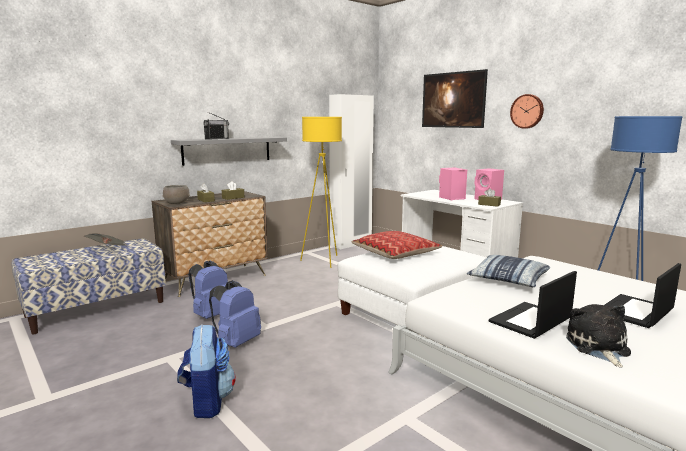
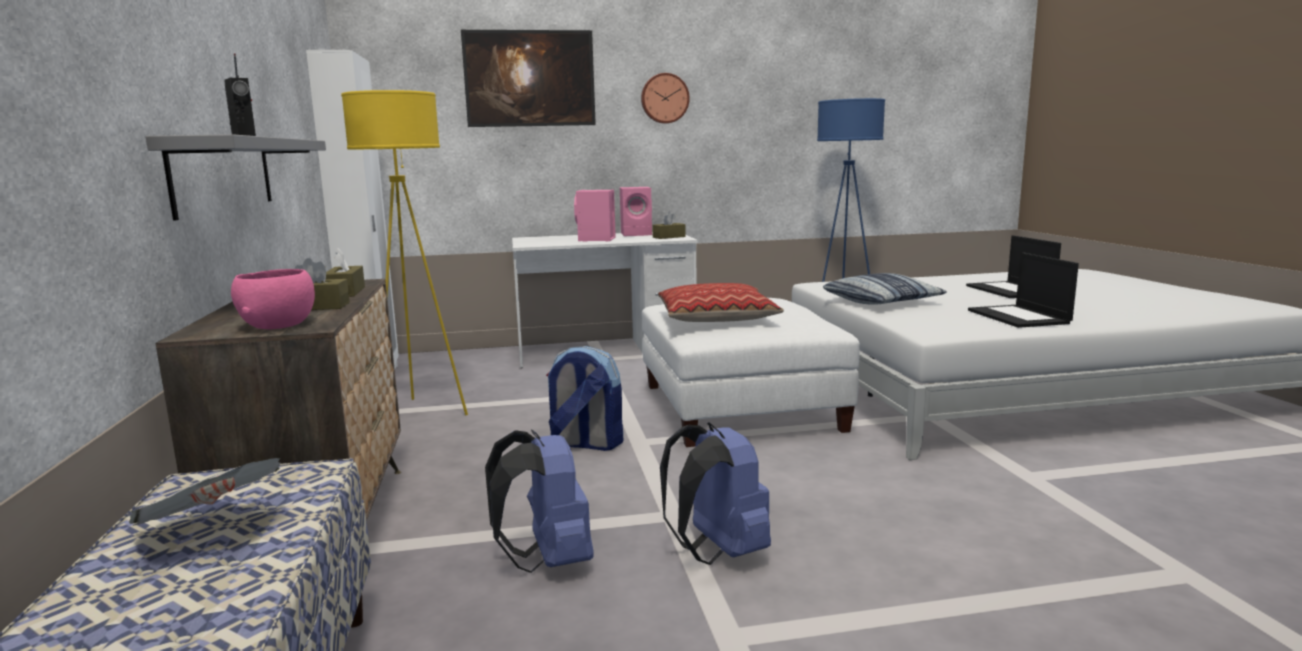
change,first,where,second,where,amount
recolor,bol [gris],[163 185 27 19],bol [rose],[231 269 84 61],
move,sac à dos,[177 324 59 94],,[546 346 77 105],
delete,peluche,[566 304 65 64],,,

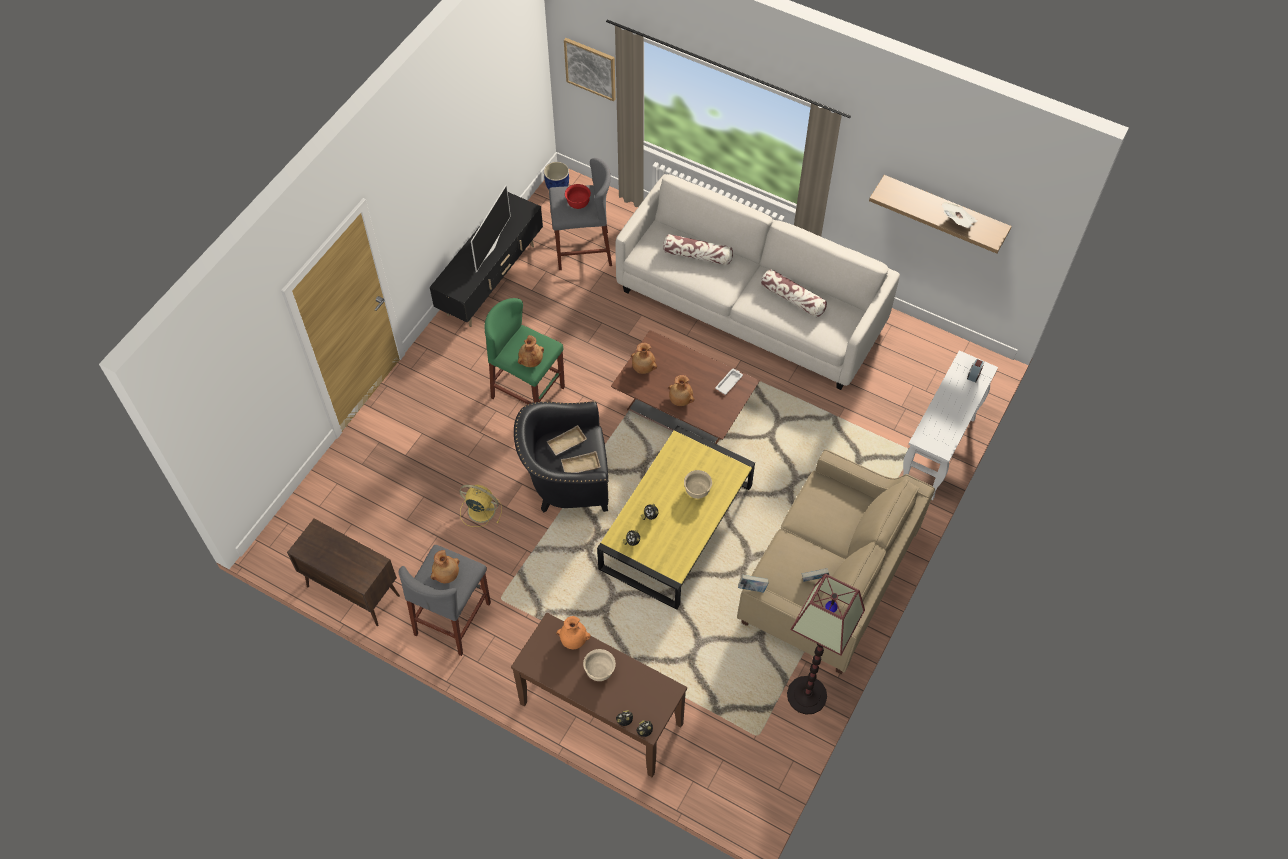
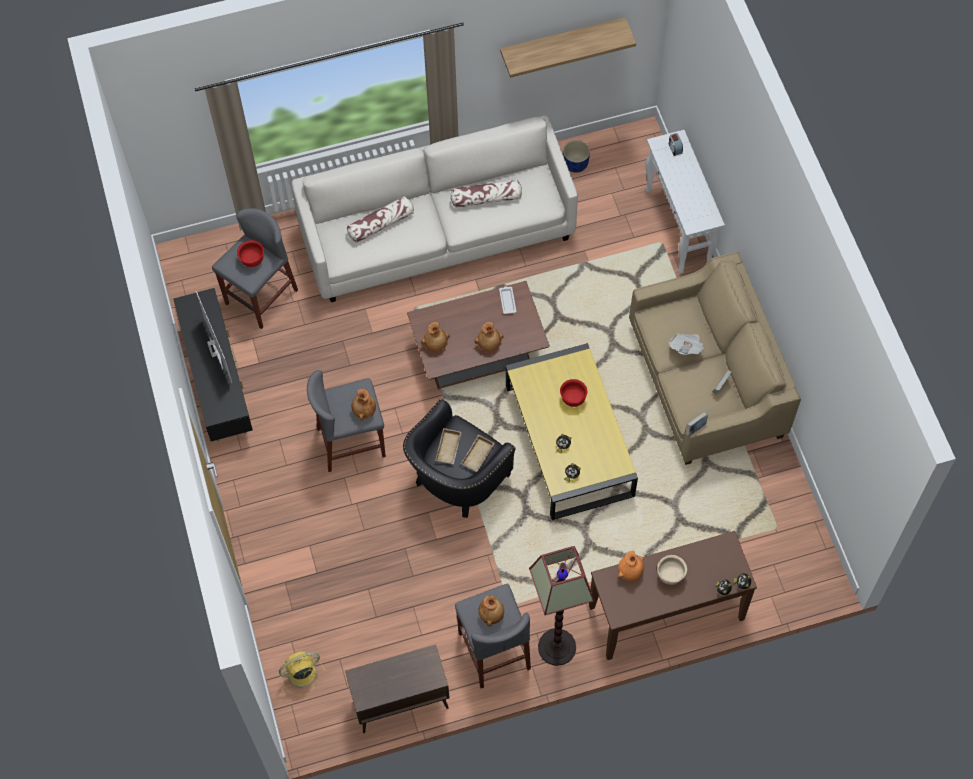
change,first,where,second,where,amount
move,ventilateur [jaune],[459 485 43 42],,[279 651 47 45],
recolor,tabouret [vert],[484 298 81 106],tabouret [gris],[307 370 79 102],
move,lampadaire,[787 574 78 140],,[529 546 66 120],
recolor,bol [beige],[684 470 28 29],bol [rouge],[560 379 27 28],
move,cache-pot [bleu],[544 162 25 27],,[563 140 27 33],
move,journal,[941 202 37 27],,[669 333 35 22],
delete,tableau,[564 38 52 63],,,

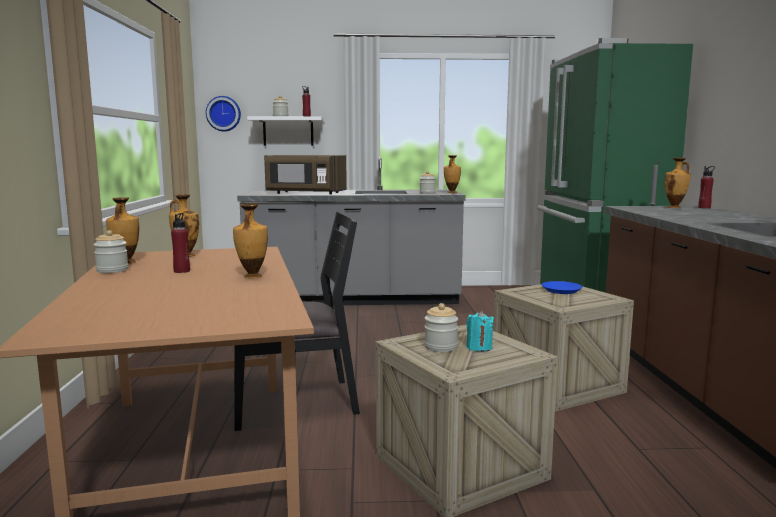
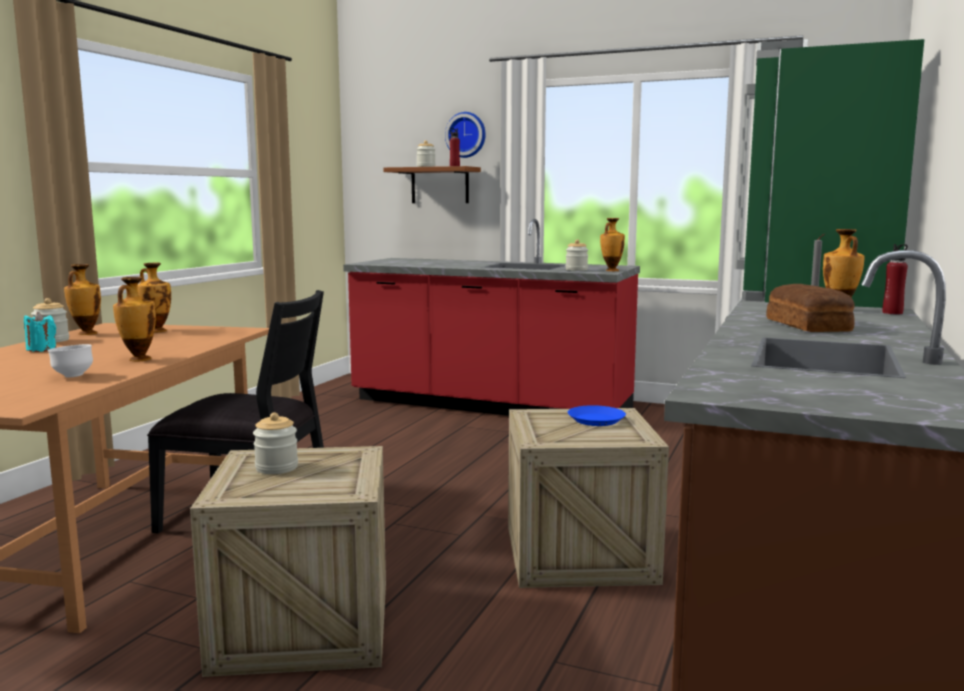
change,first,where,second,where,amount
move,bougie [turquoise],[466 311 28 41],,[24 312 32 40],
insert,,,bol [blanc],[48 344 45 34],
recolor,comptoir de cuisine [gris],[237 157 229 148],comptoir de cuisine [rouge],[343 219 297 197],
recolor,étagère [blanc],[247 116 76 30],étagère [marron],[383 166 98 37],
move,horloge murale,[206 96 35 35],,[445 112 41 46],
insert,,,pain,[766 284 89 48],
delete,bouteille [rouge],[171 213 19 60],,,
delete,micro-ondes [marron],[264 155 83 40],,,

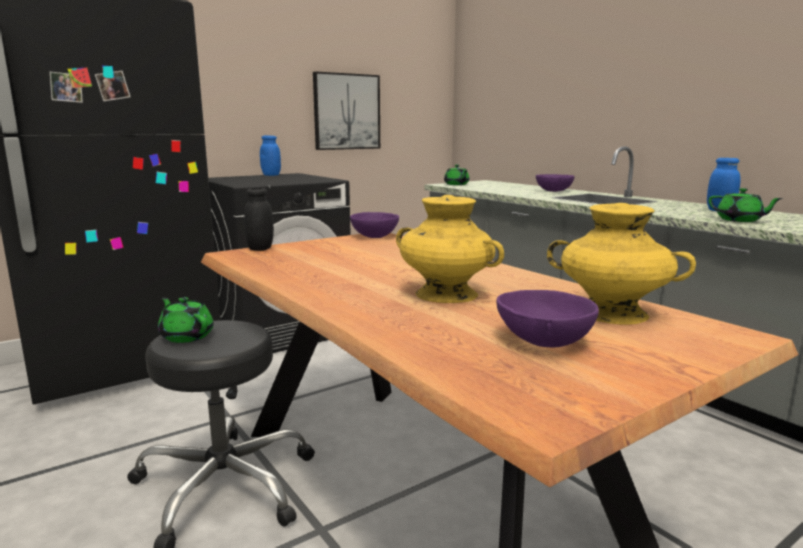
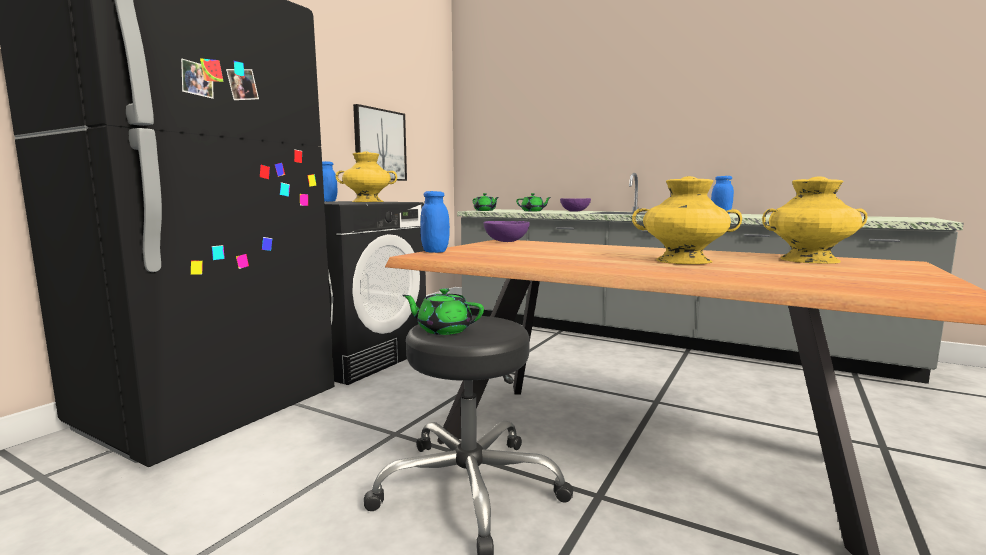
change,first,where,second,where,amount
insert,,,vase [jaune],[336 151 61 51],
recolor,bocal [noir],[245 188 29 63],bocal [bleu],[420 191 30 62],
move,théière [vert],[709 188 74 34],,[516 193 35 18],
delete,bol [violet],[496 290 103 58],,,

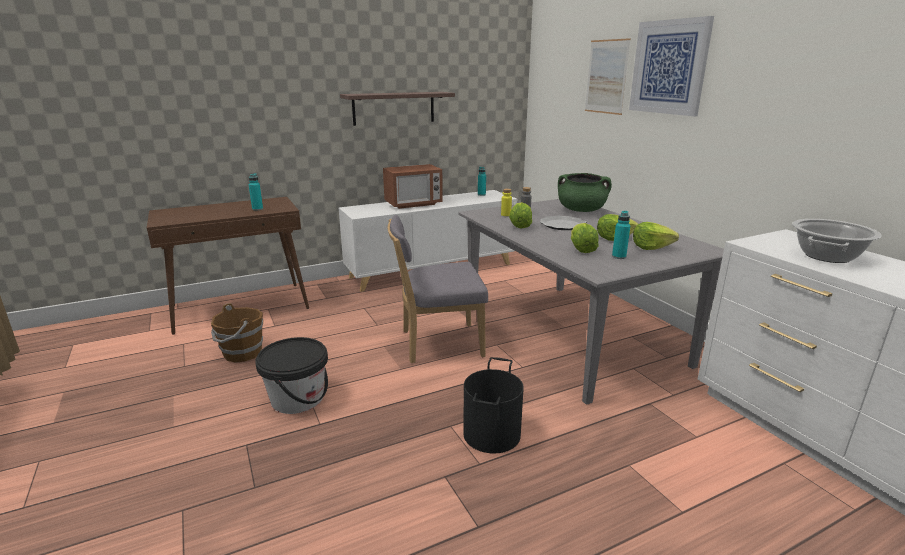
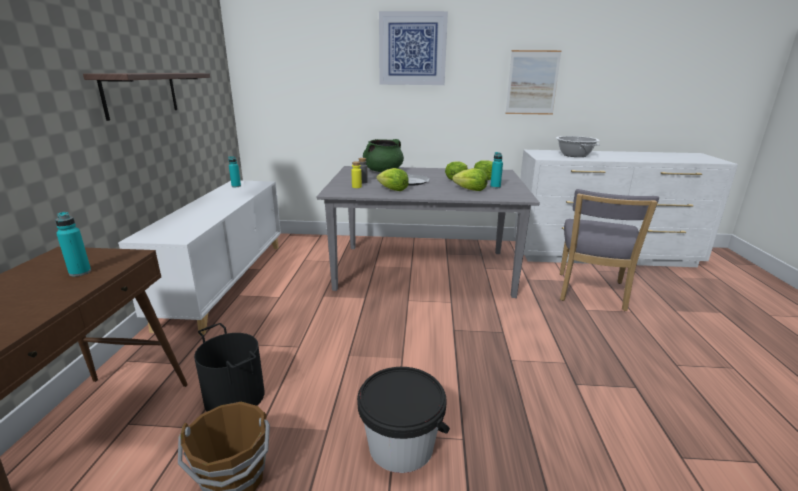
change,first,where,second,where,amount
move,seau [noir],[463 357 61 96],,[194 323 71 89],
move,tableau,[585 38 46 77],,[505 50 57 65],
move,chaise [gris],[388 215 100 148],,[560 189 99 122],
delete,micro-ondes,[383 164 60 45],,,

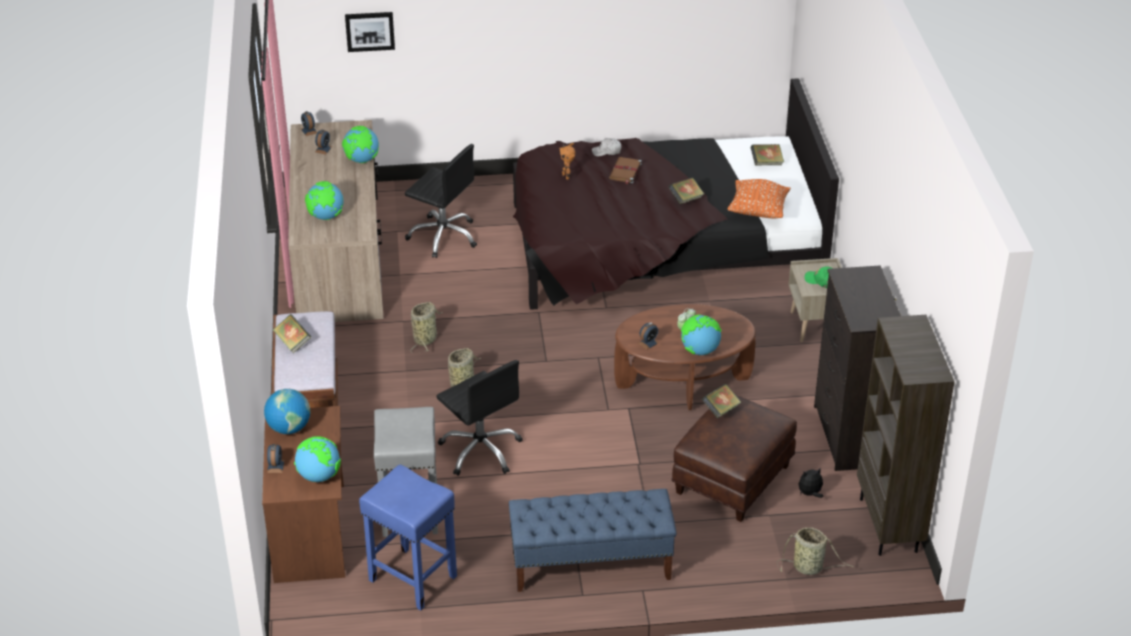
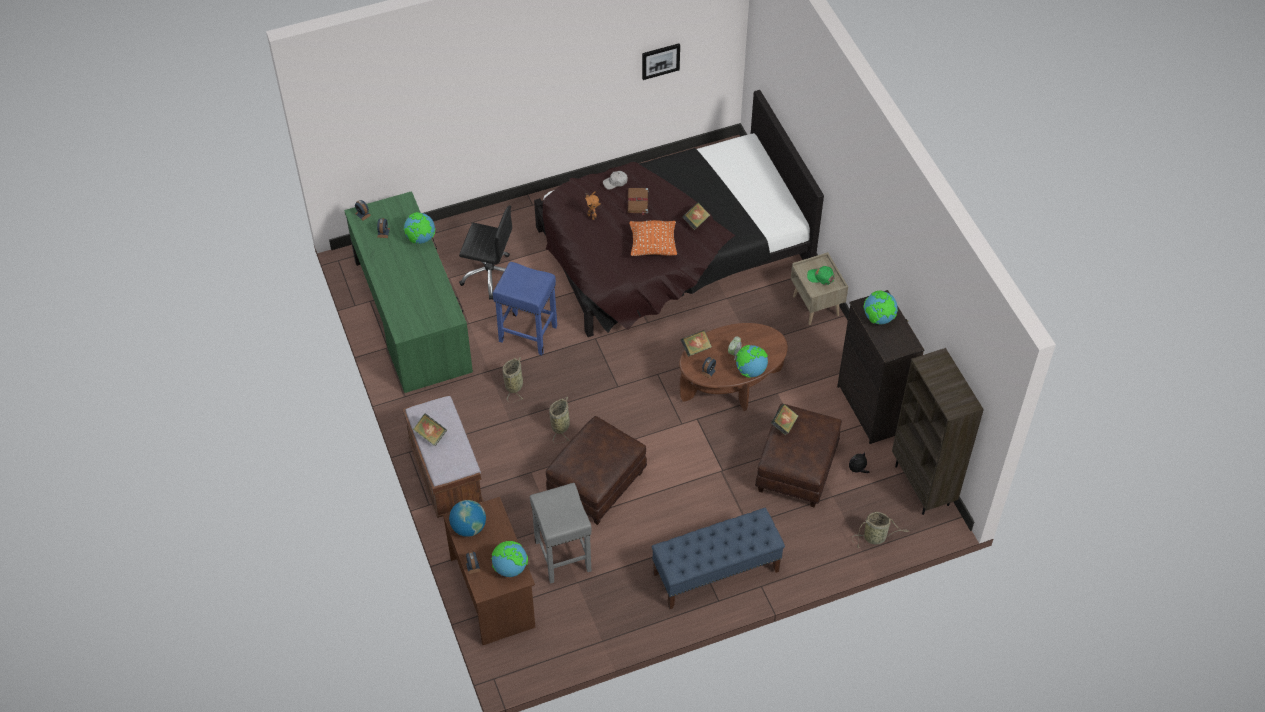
change,first,where,second,where,amount
recolor,bureau [marron],[288 120 96 202],bureau [vert],[344 191 129 202],
move,tabouret [bleu],[359 465 98 145],,[493 262 64 93],
replace,chaise de bureau [noir],[436 360 87 116],pouf [marron],[546 416 101 109],
move,coussin [orange],[727 179 64 39],,[629 220 48 36],
move,tableau,[345 12 50 40],,[642 43 38 37],
move,livre,[751 144 33 21],,[681 330 31 27],
move,globe,[305 181 39 39],,[863 290 35 34],

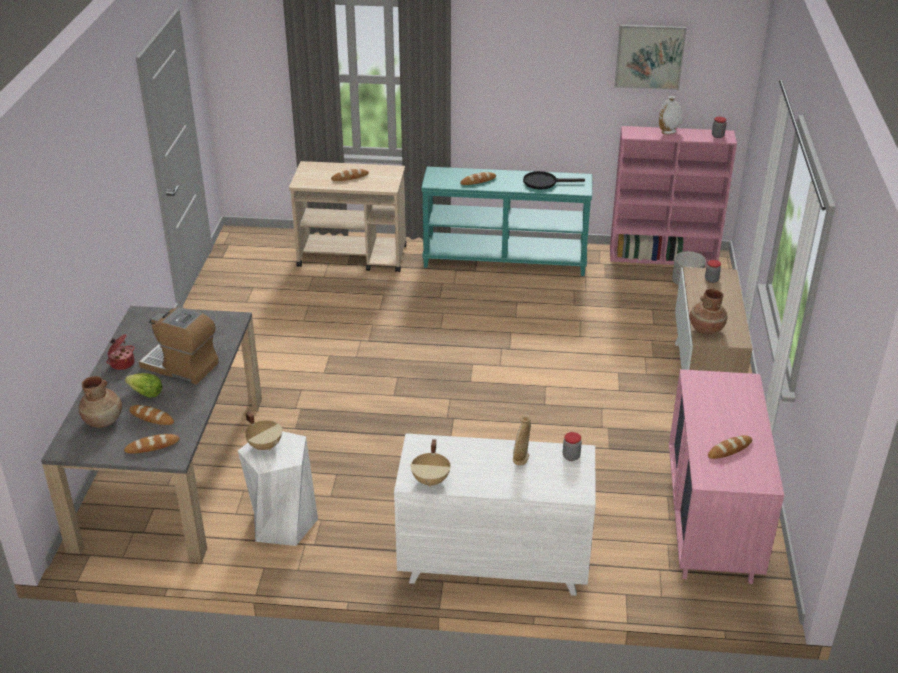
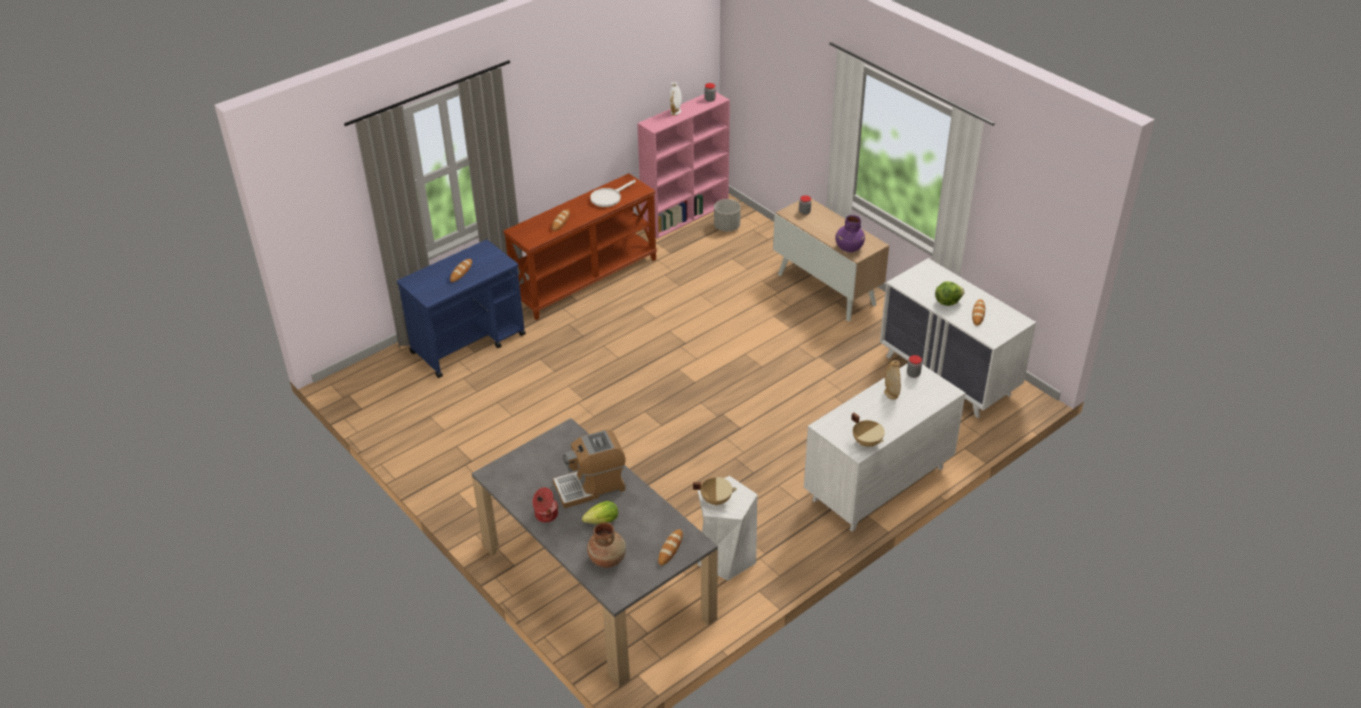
change,first,where,second,where,amount
recolor,chariot [beige],[289 161 118 111],chariot [bleu],[397 240 129 138],
recolor,table console [turquoise],[421 167 171 109],table console [marron],[503 173 154 147],
recolor,poêle [noir],[523 171 62 19],poêle [blanc],[590 180 45 27],
recolor,vase [marron],[690 289 37 46],vase [violet],[835 215 30 37],
recolor,commode [rose],[669 369 115 215],commode [blanc],[880 258 156 160],
insert,,,laitue,[935 282 30 24],
delete,pain,[129 405 45 20],,,
delete,tableau,[615 25 72 65],,,

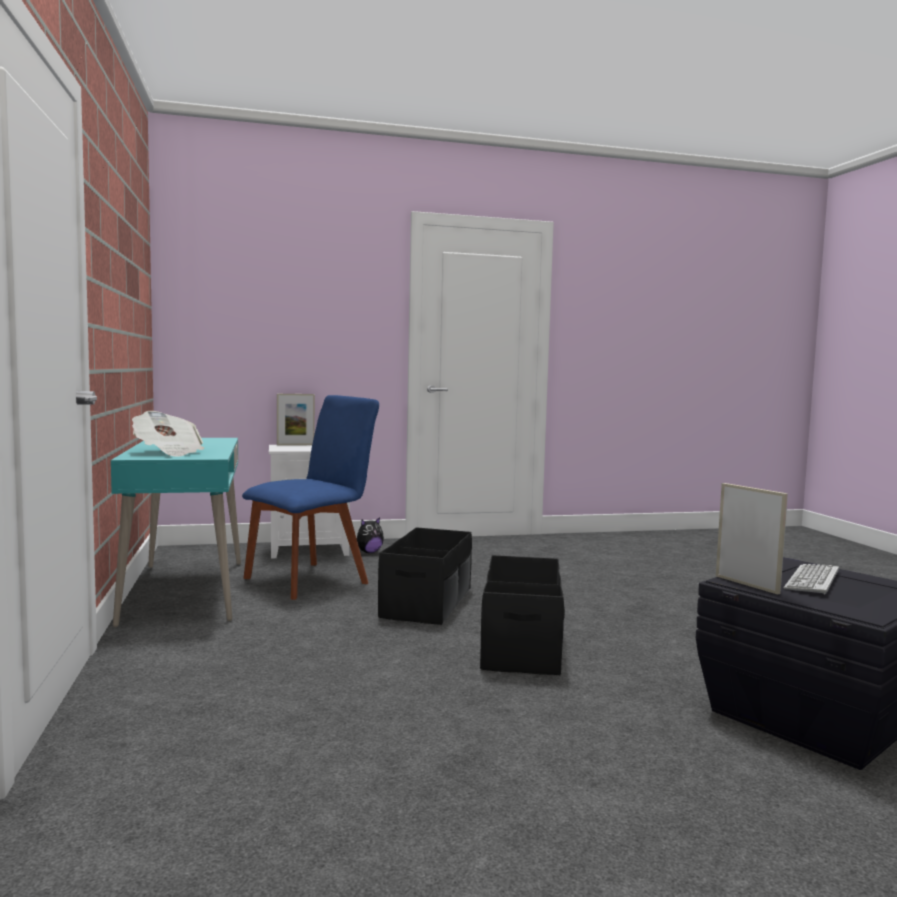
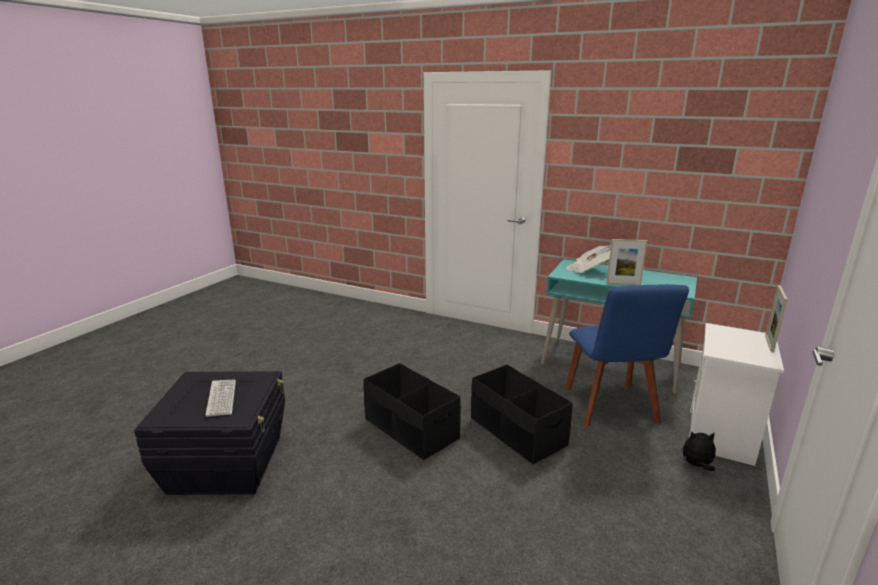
change,first,where,second,where,amount
move,cadre photo,[716 483 72 112],,[607 239 40 46],
rotate,peluche,[357 517 27 36],,[683 431 33 40],90 degrees clockwise

